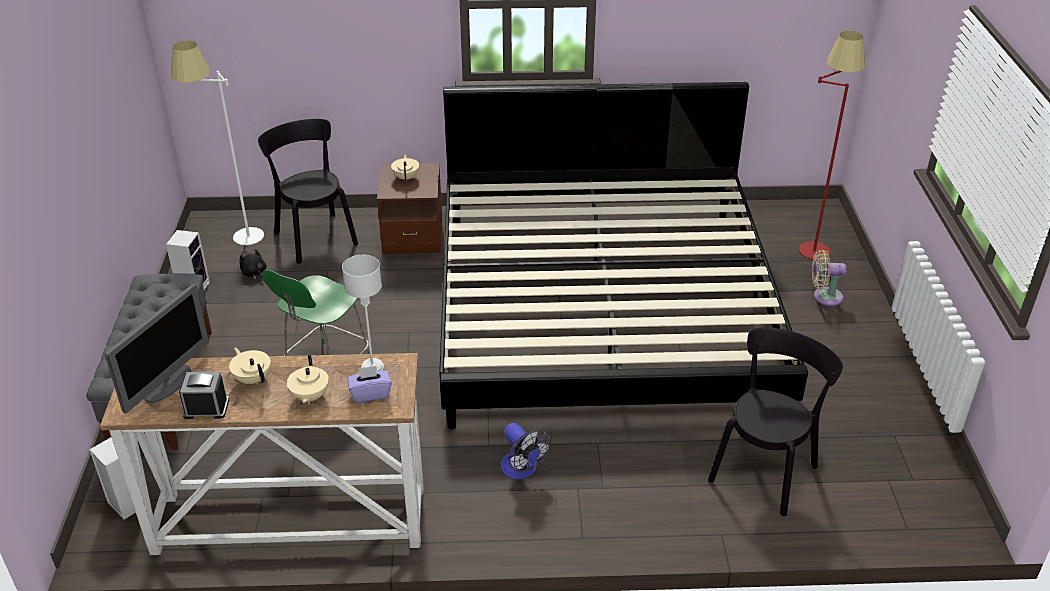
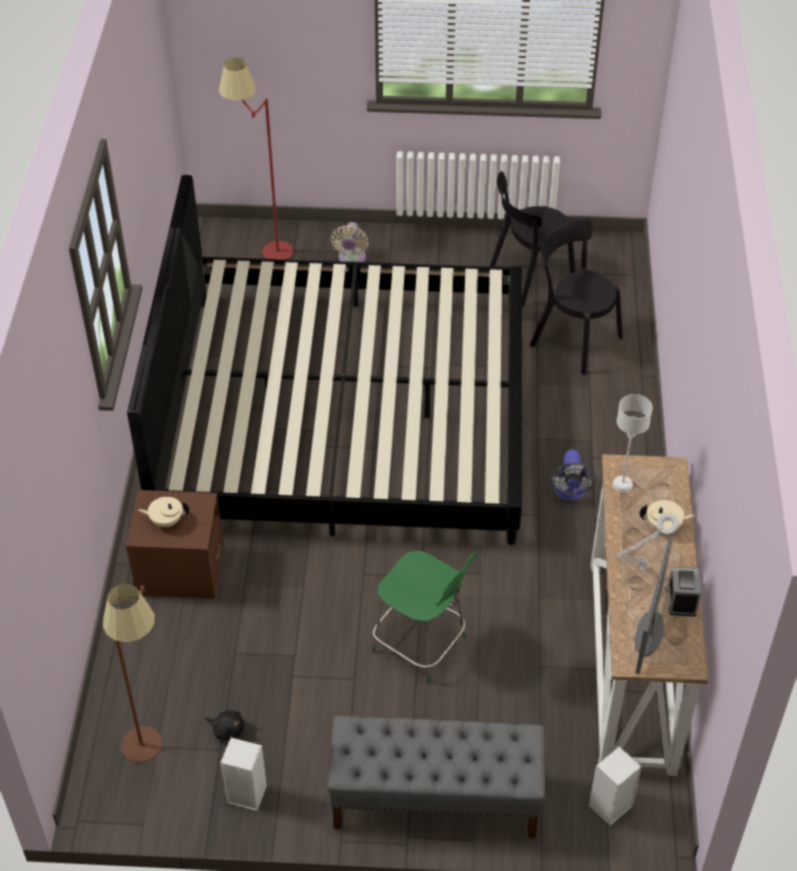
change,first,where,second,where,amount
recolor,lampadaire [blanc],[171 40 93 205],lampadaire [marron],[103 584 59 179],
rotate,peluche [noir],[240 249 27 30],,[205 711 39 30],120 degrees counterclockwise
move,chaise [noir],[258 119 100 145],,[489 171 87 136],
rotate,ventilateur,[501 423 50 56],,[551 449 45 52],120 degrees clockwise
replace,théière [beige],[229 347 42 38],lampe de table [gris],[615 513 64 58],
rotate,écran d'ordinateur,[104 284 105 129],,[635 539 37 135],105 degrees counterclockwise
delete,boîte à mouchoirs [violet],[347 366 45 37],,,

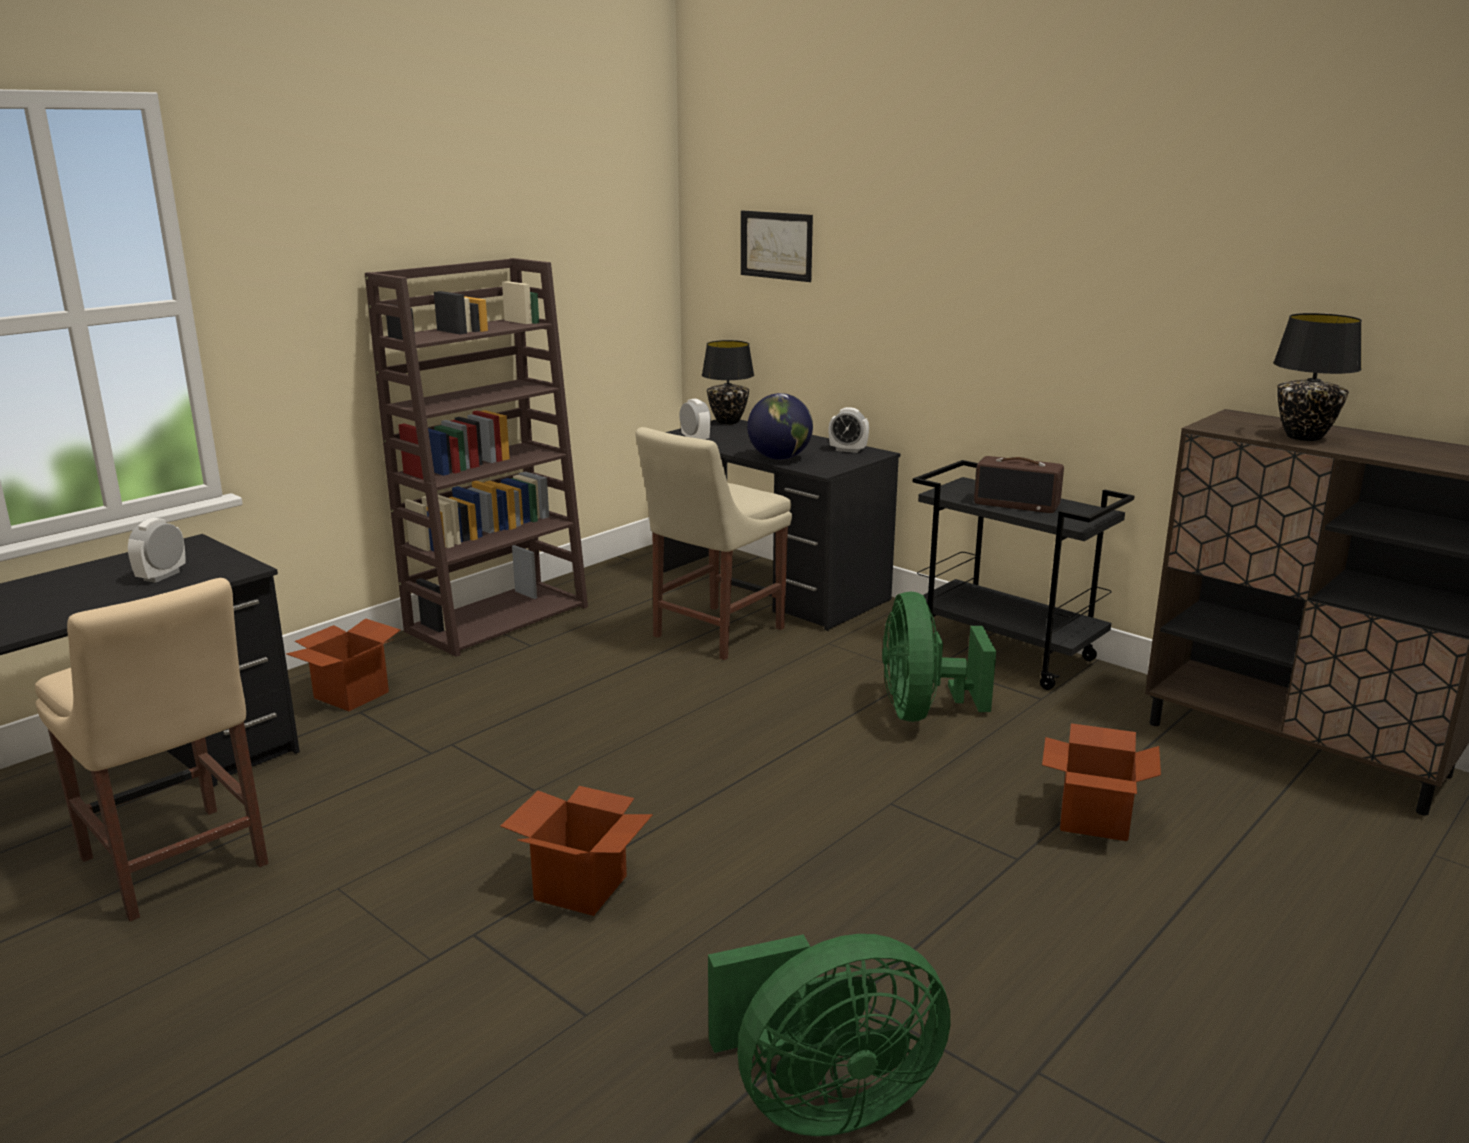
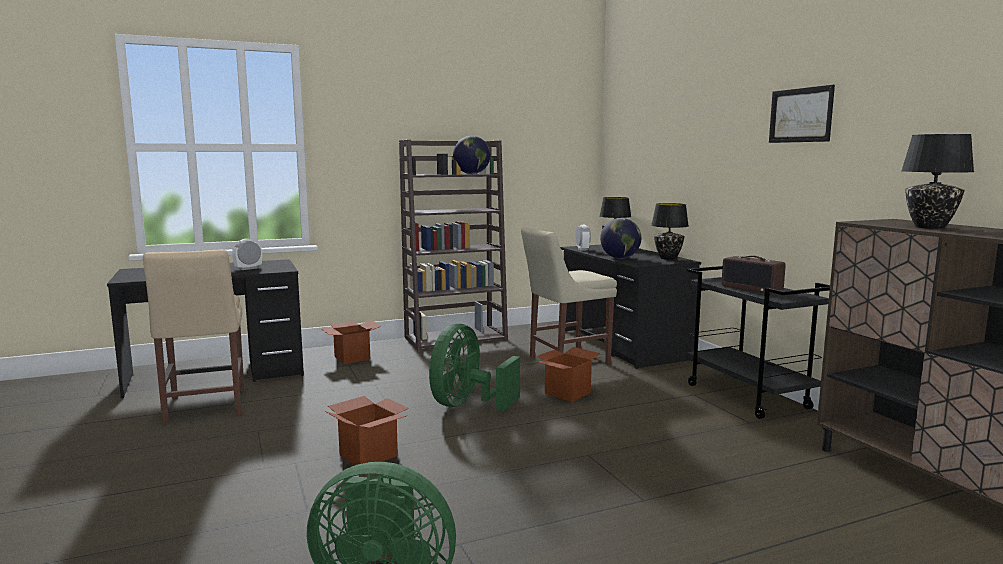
change,first,where,second,where,amount
move,ventilateur [vert],[882 592 114 130],,[429 324 91 87],
insert,,,globe,[453 136 37 38],
move,carton,[1042 723 119 118],,[536 347 64 55],
replace,réveil,[829 407 40 46],lampe de table [noir],[651 203 38 57],
move,tableau,[741 210 72 72],,[769 85 66 58],

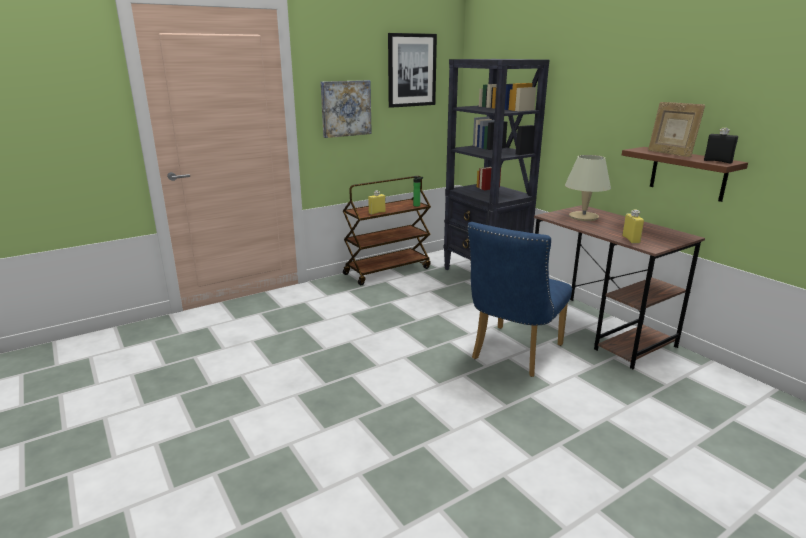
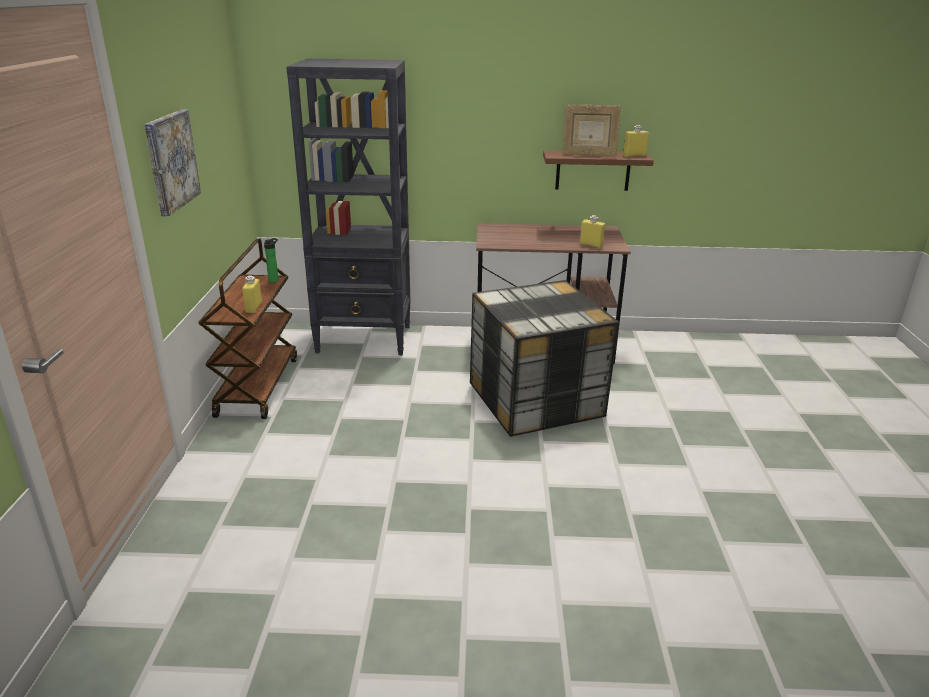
change,first,where,second,where,amount
replace,chaise [bleu],[467 222 105 155],boîte de rangement,[470 280 149 157],
recolor,bouteille [noir],[704 128 34 36],bouteille [jaune],[623 125 26 32],
delete,tableau,[388 33 49 75],,,
delete,lampe de table [beige],[565 155 46 66],,,

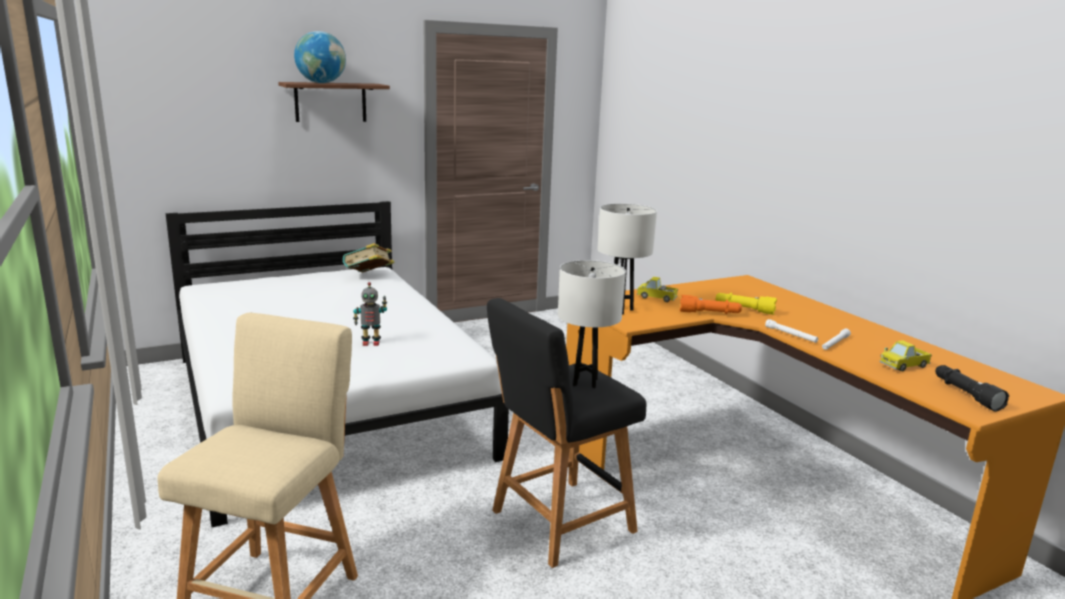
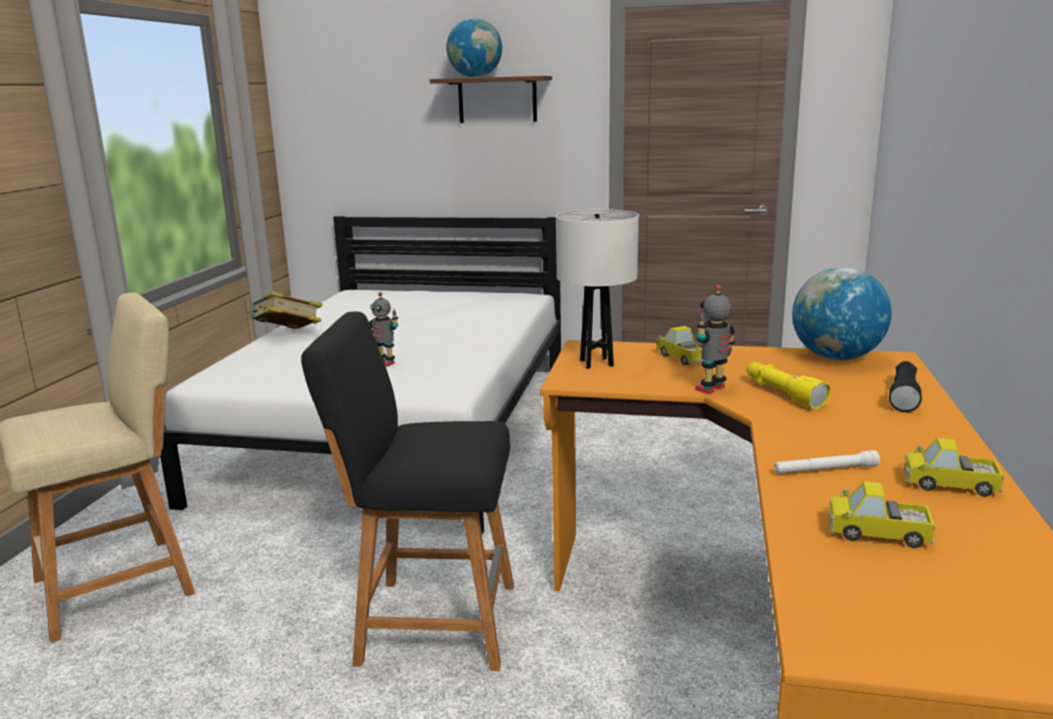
change,first,where,second,where,amount
move,livre,[343 243 52 29],,[247 291 75 38],
replace,lampe de poche [orange],[680 295 62 19],robot jouet,[695 285 40 109],
insert,,,globe,[792 267 100 93],
move,lampe de poche [noir],[935 365 74 47],,[889 361 33 51],
insert,,,camion jouet,[904 438 101 59],
delete,lampe de table [blanc],[558 260 68 128],,,
delete,lampe de poche [blanc],[765 319 53 24],,,

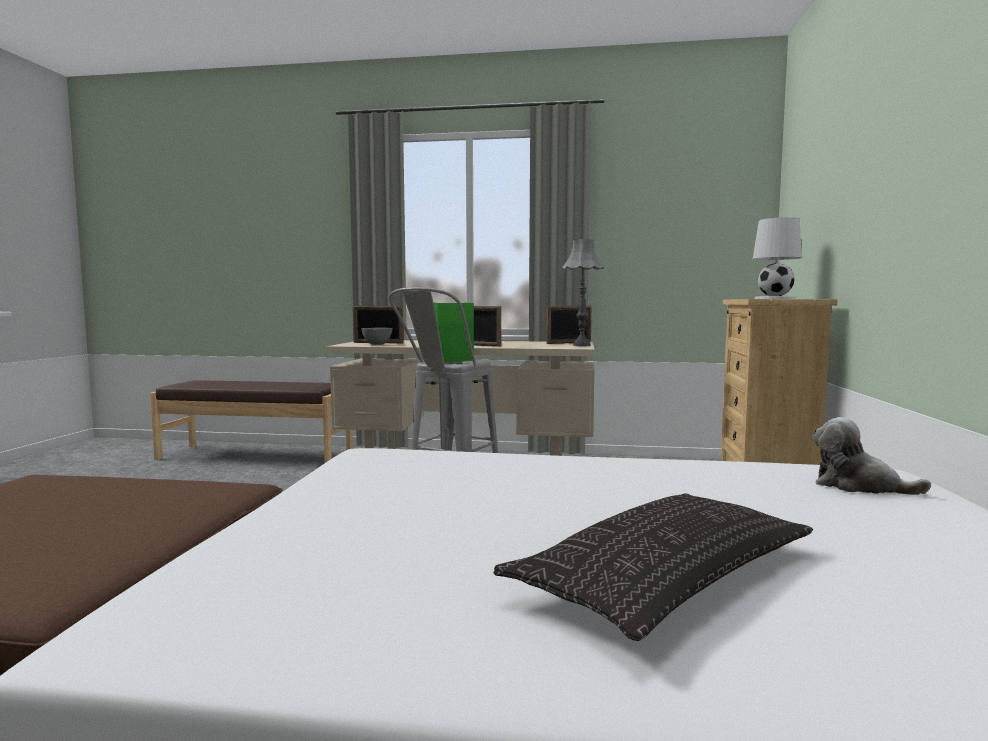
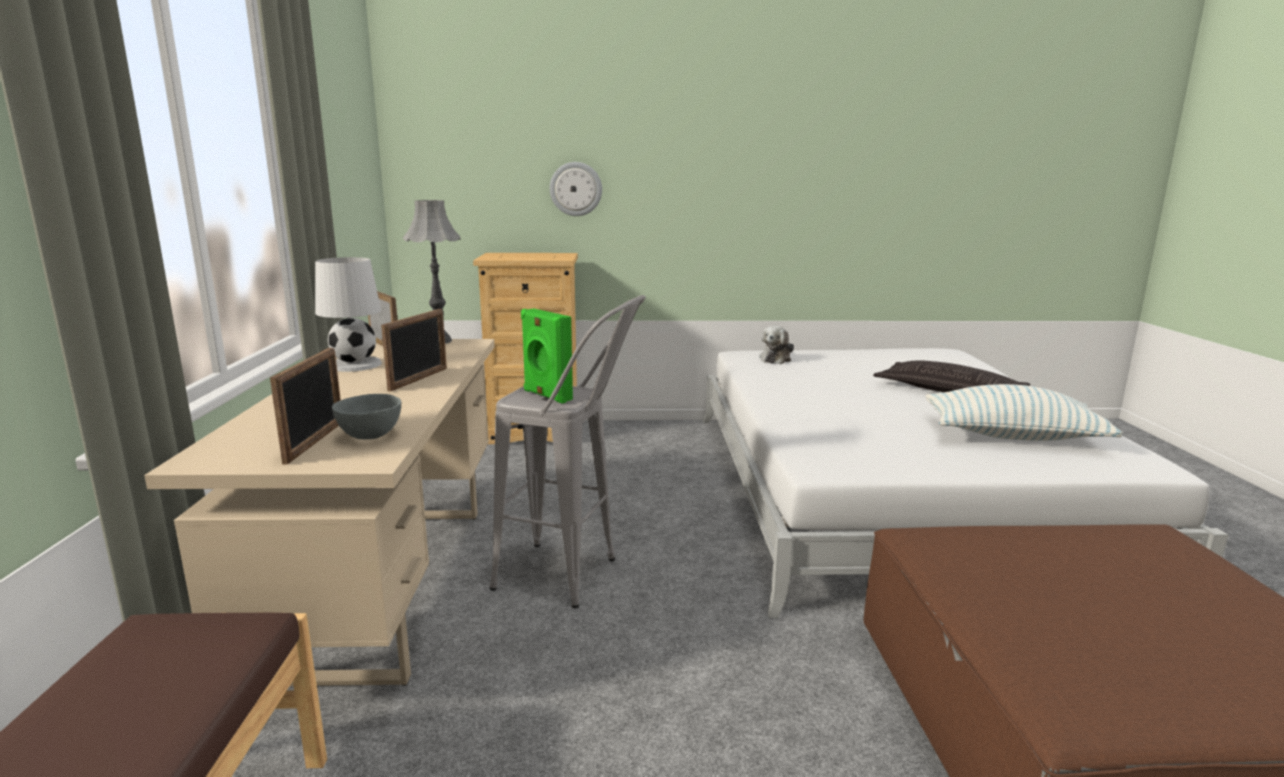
change,first,where,second,where,amount
move,lampe de table [blanc],[753 217 49 82],,[315 257 67 115],
insert,,,horloge murale,[550 162 52 54],
insert,,,coussin,[926 384 197 57],

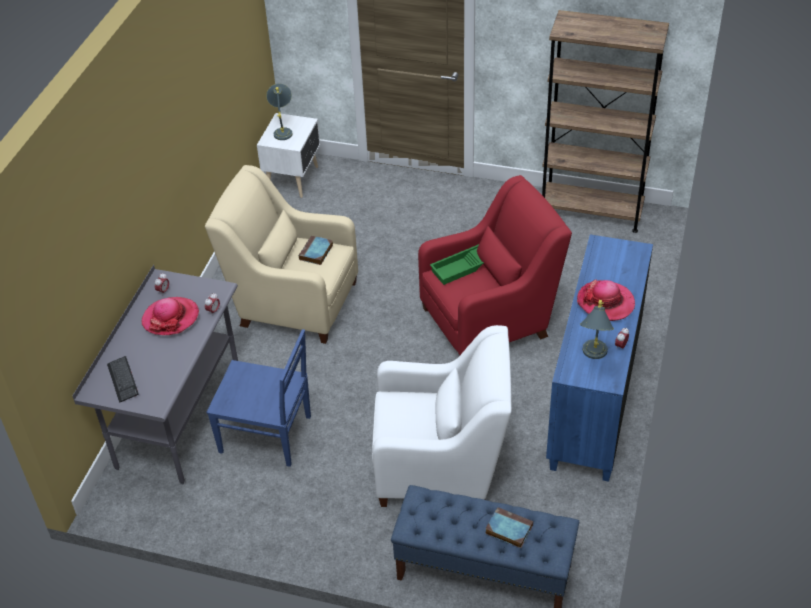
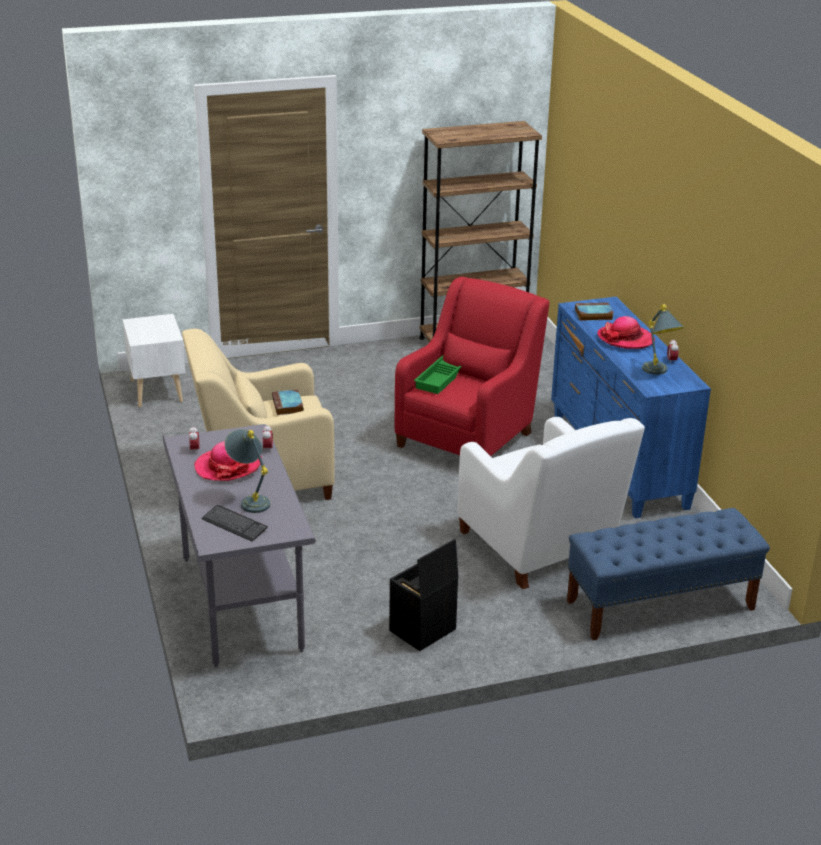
change,first,where,second,where,amount
move,lampe de table [gris],[266 84 26 56],,[225 430 45 83],
insert,,,boîte de rangement [noir],[389 539 70 112],
rotate,fauteuil [blanc],[372 325 140 182],,[458 417 187 172],90 degrees clockwise
move,livre,[485 507 48 41],,[575 302 39 19],
delete,chaise [bleu],[206 329 105 138],,,

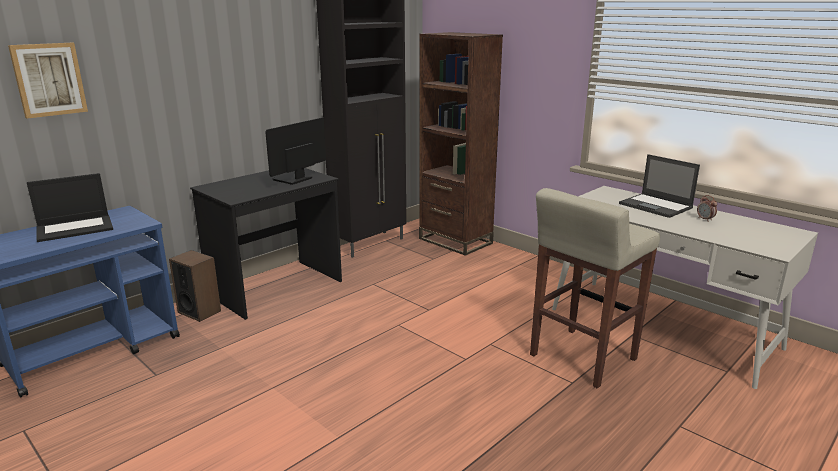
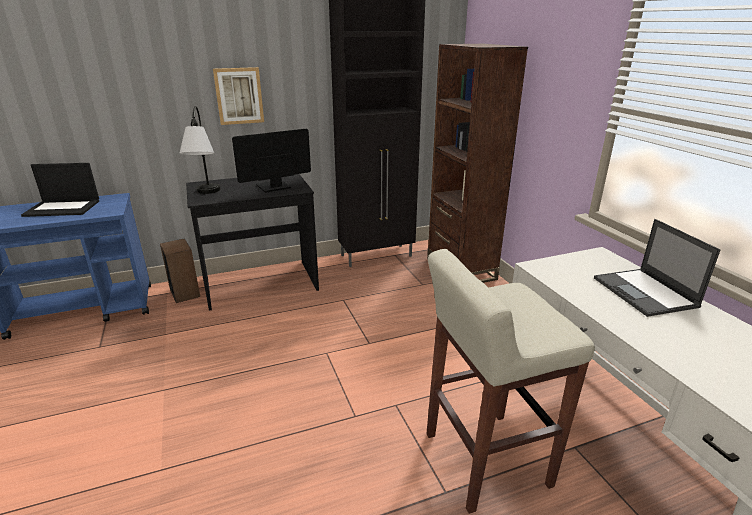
change,first,where,second,where,amount
insert,,,lampe de table,[179 106 42 88],
move,tableau,[8 43 80 76],,[213 67 51 58],
delete,réveil,[697 195 20 25],,,

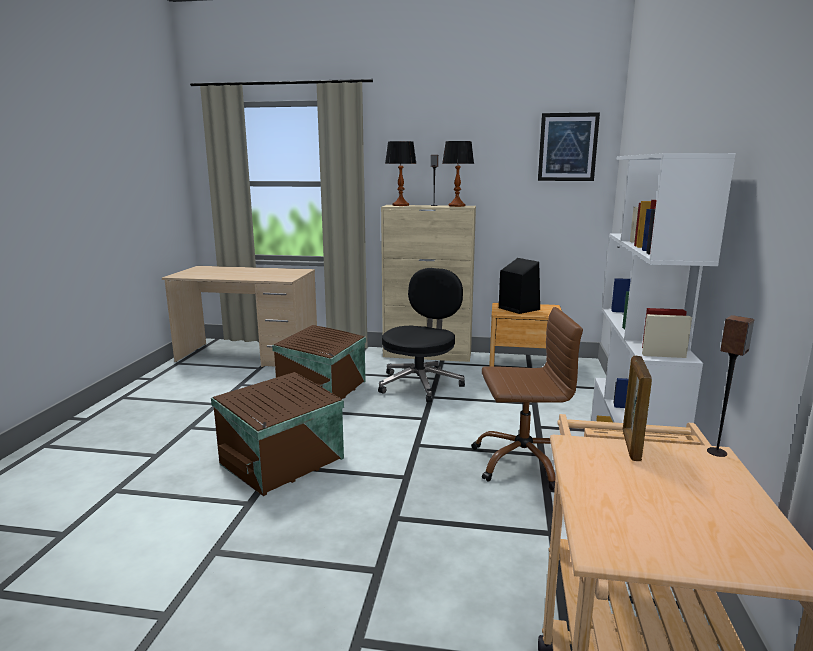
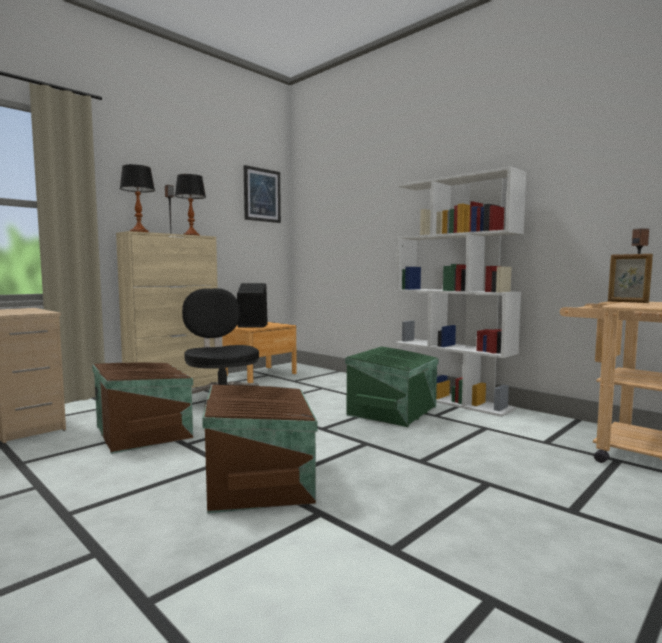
change,first,where,second,where,amount
replace,chaise de bureau [marron],[471 307 112 183],boîte de rangement [vert],[345 346 94 81],

